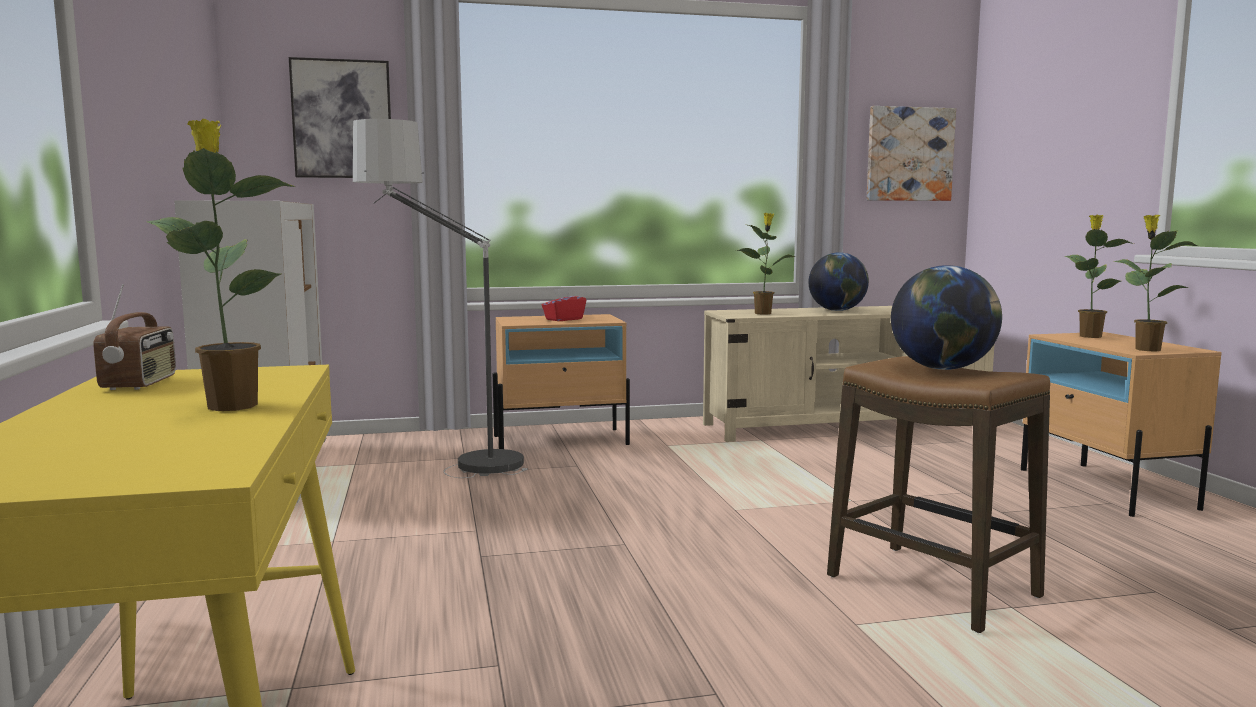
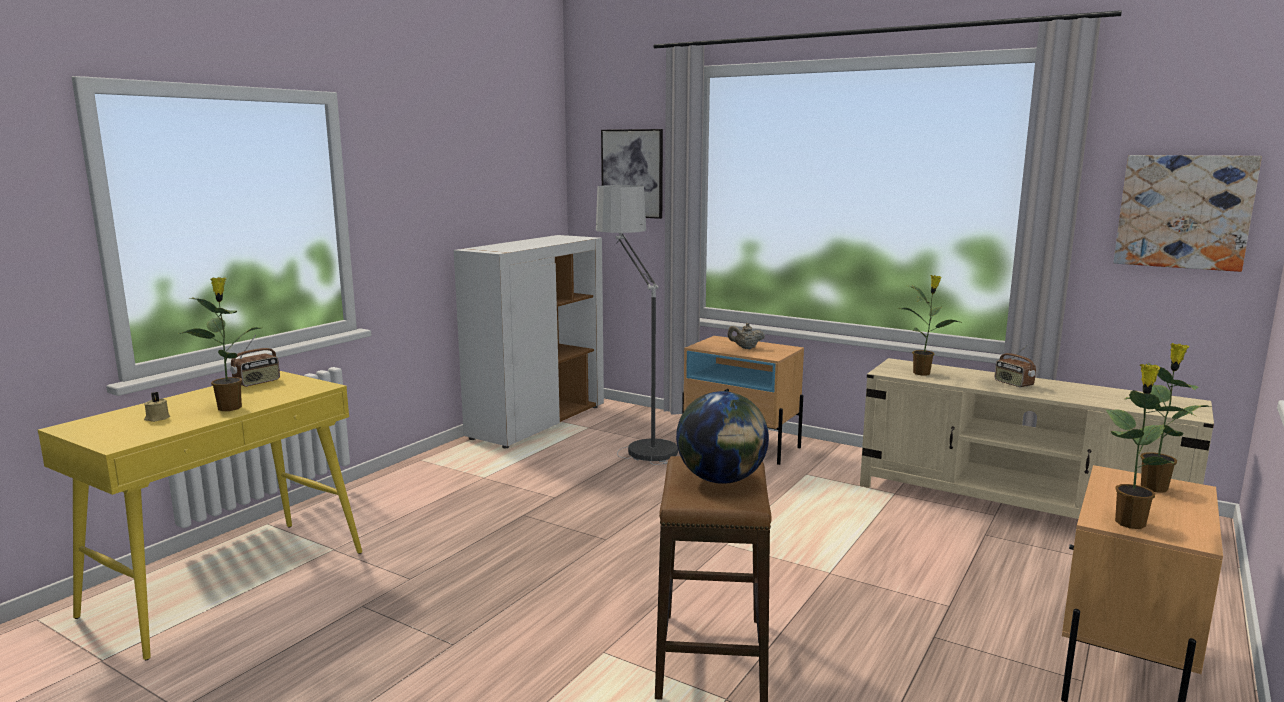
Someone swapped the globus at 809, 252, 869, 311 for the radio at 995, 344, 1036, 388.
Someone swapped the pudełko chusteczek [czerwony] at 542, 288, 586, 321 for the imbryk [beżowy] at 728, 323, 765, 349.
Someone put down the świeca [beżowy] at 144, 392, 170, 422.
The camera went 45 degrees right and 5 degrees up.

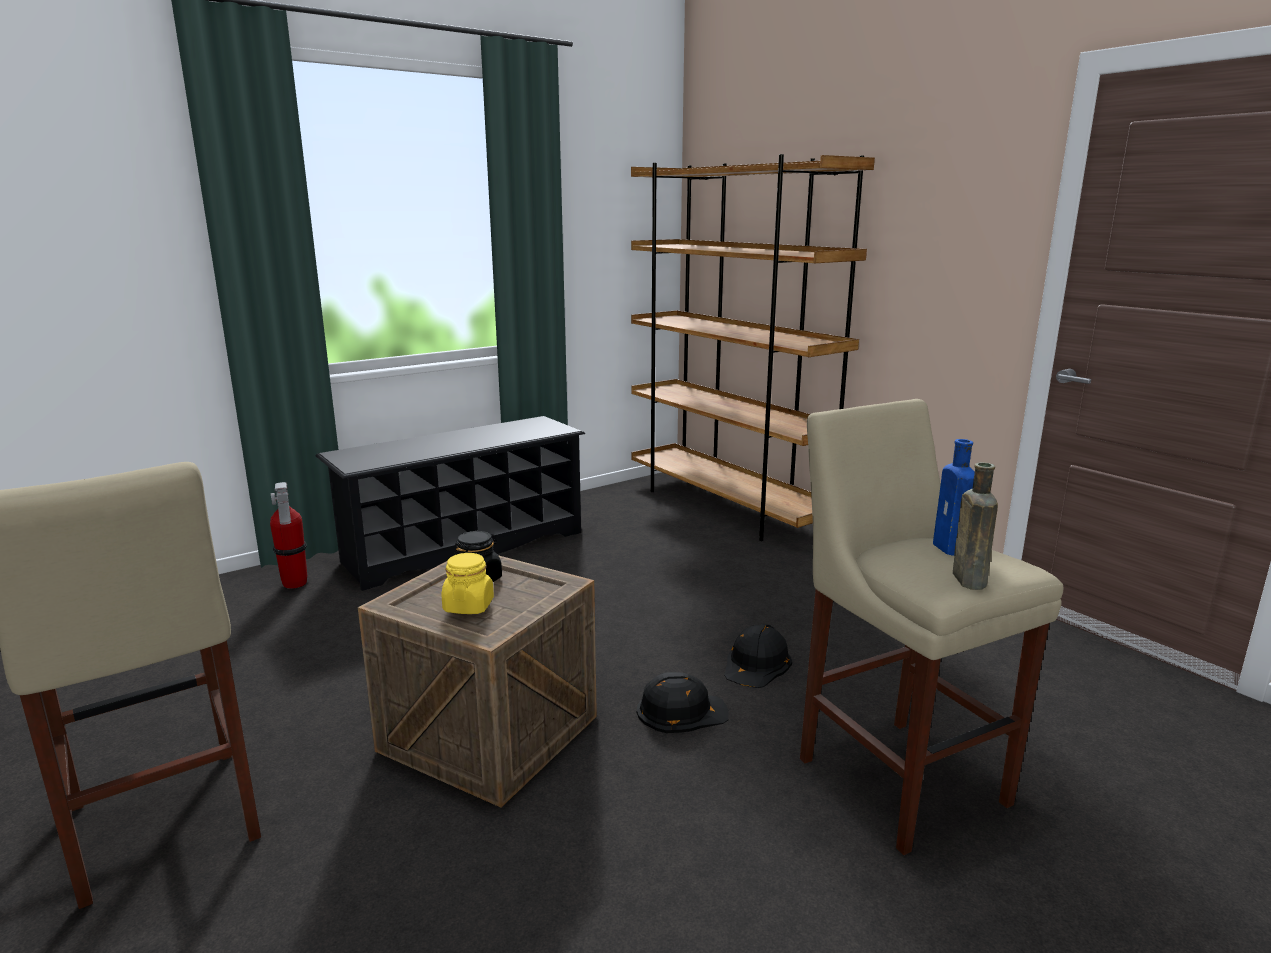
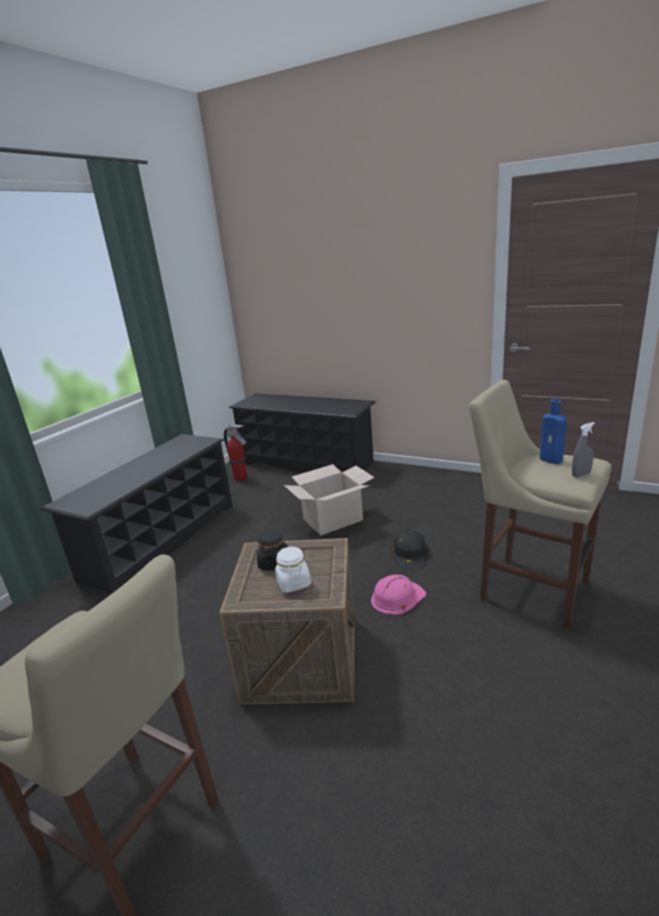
Someone swapped the regał [brązowy] at 631, 154, 875, 541 for the regał na buty [czarny] at 229, 393, 376, 472.
Someone swapped the butelka [brązowy] at 953, 462, 998, 590 for the spryskiwacz [szary] at 572, 422, 595, 477.
Someone carried the gaśnica from 270, 482, 307, 589 to 224, 424, 247, 481.
Someone repainted the słoik [żółty] at 441, 553, 494, 614, which became the słoik [biały] at 275, 547, 311, 593.
Someone repainted the kask [czarny] at 637, 672, 729, 733, which became the kask [różowy] at 371, 575, 426, 615.
Someone put down the karton at 284, 464, 375, 536.
The camera went 25 degrees left and 5 degrees up.

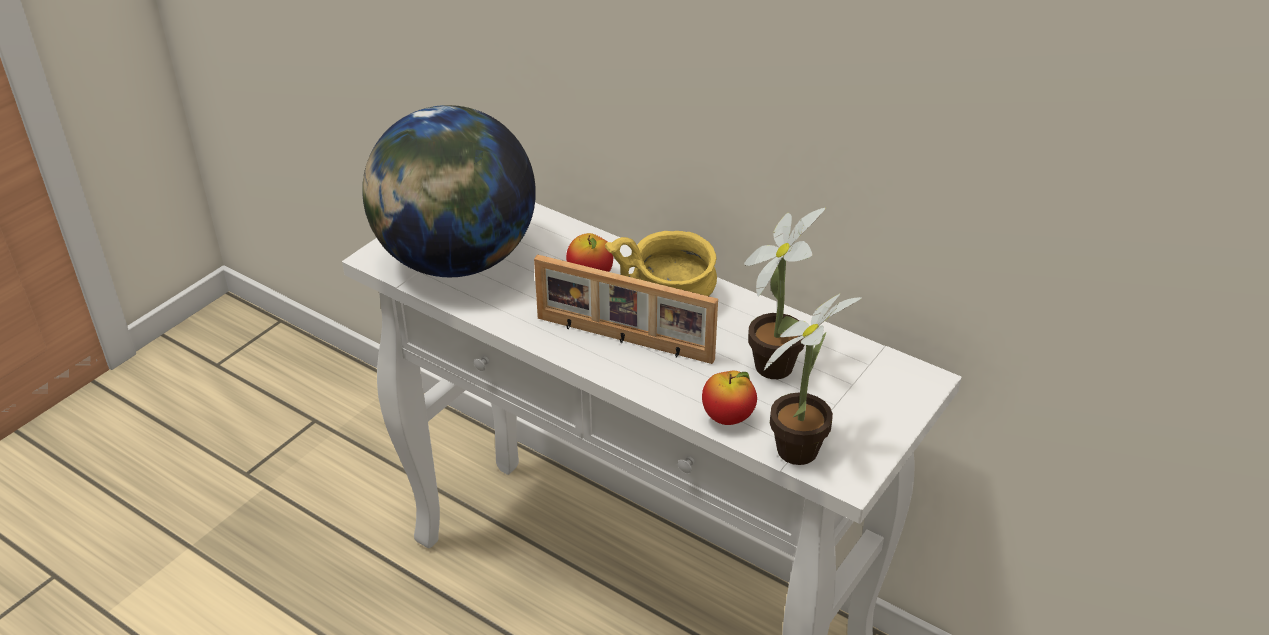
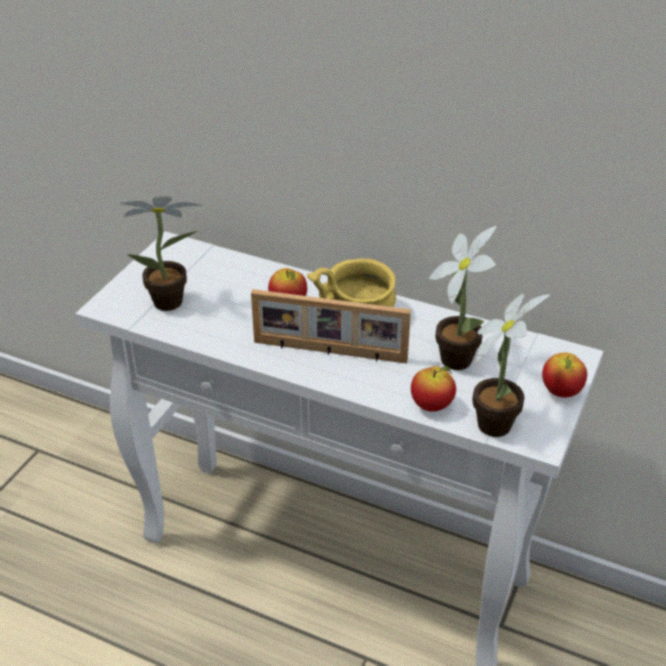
Someone swapped the globus at 362, 105, 536, 277 for the roślina doniczkowa at 119, 196, 203, 311.
Someone put down the jabłko at 542, 353, 587, 398.
The camera went 10 degrees left and 0 degrees up.

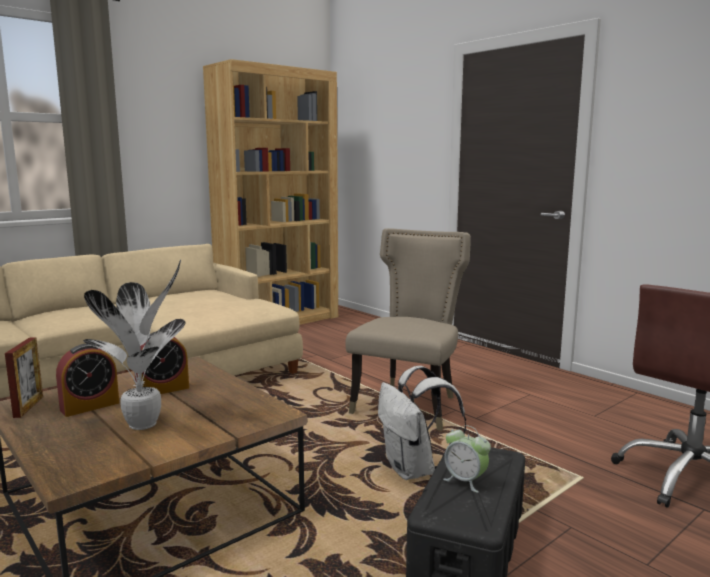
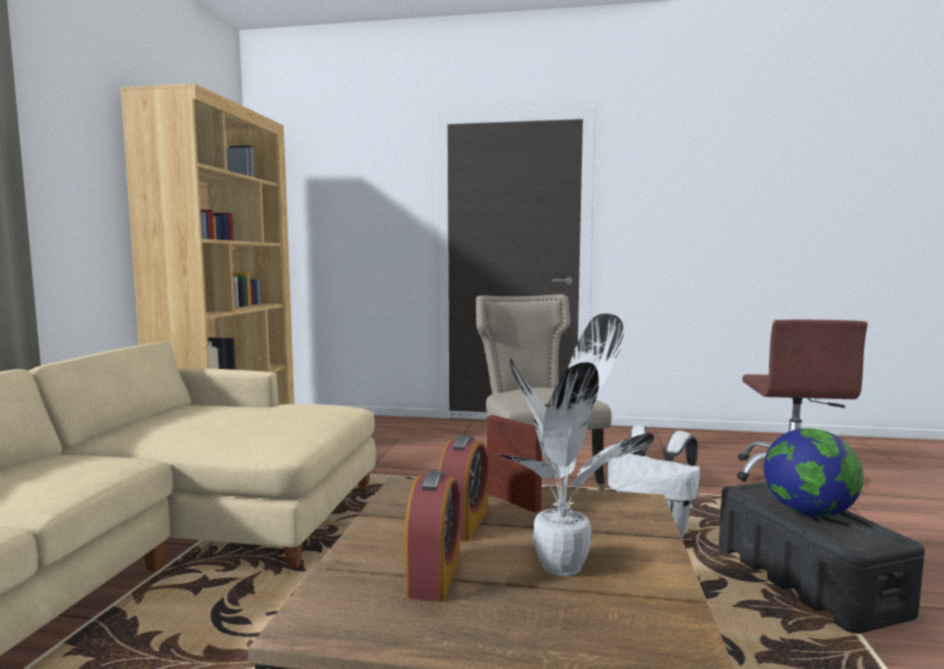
Someone carried the ramka na zdjęcie from 5, 337, 43, 418 to 487, 415, 542, 512.
Someone swapped the budzik at 443, 425, 491, 493 for the globus at 764, 428, 864, 517.
The camera went 40 degrees left and 5 degrees down.

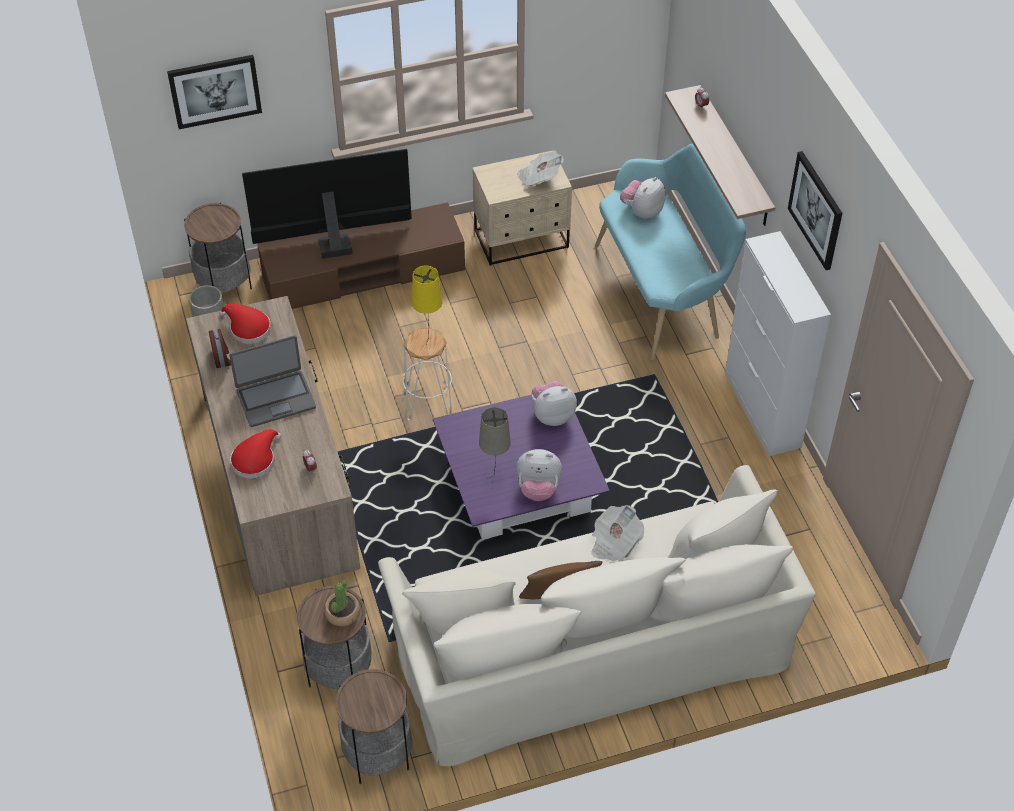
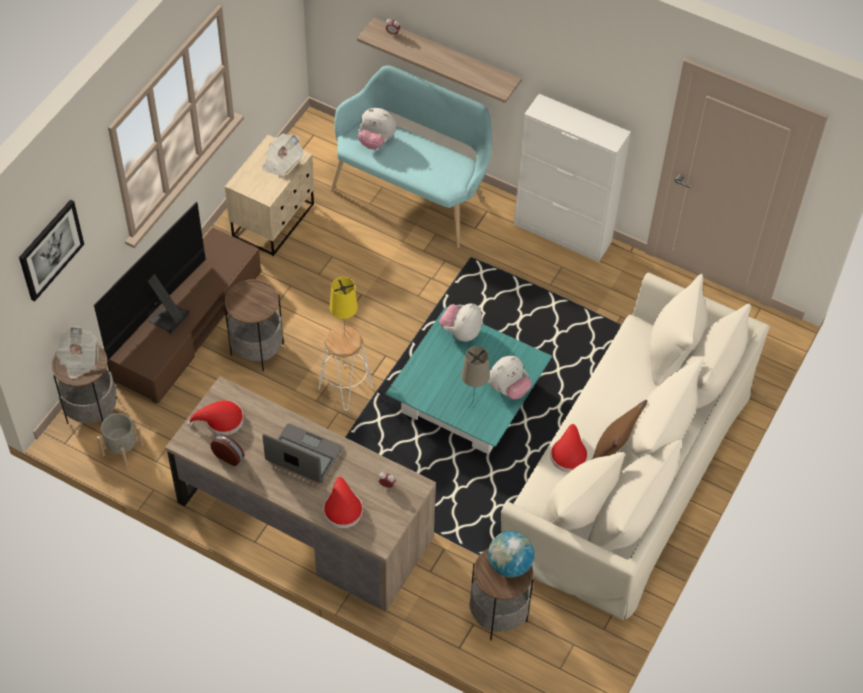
Someone took away the obraz at 788, 151, 842, 270.
Someone rotated the pluszak at 620, 177, 666, 219 by 60 degrees counterclockwise.
Someone rotated the laptop at 229, 335, 316, 427 by 90 degrees counterclockwise.
Someone repainted the ława [fioletowy] at 433, 395, 610, 540, which became the ława [turkusowy] at 385, 307, 552, 454.
Someone carried the gazeta from 591, 505, 644, 562 to 55, 326, 99, 379.
Someone swapped the roślina doniczkowa at 324, 580, 360, 626 for the globus at 488, 531, 534, 577.
Someone carried the stolik from 336, 669, 412, 784 to 224, 279, 284, 372.
Someone put down the kapelusz [czerwony] at 550, 424, 588, 472.
The camera went 45 degrees left and 5 degrees up.

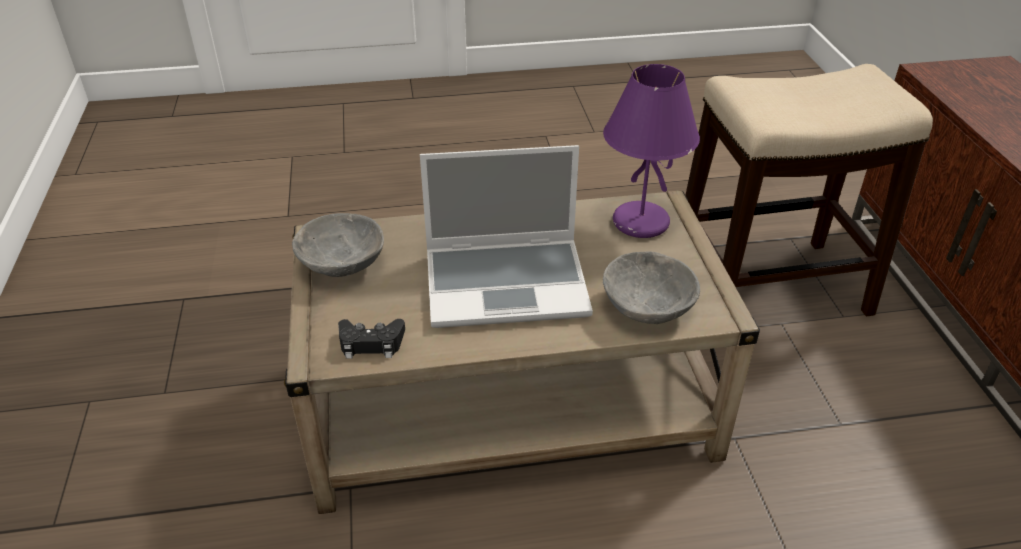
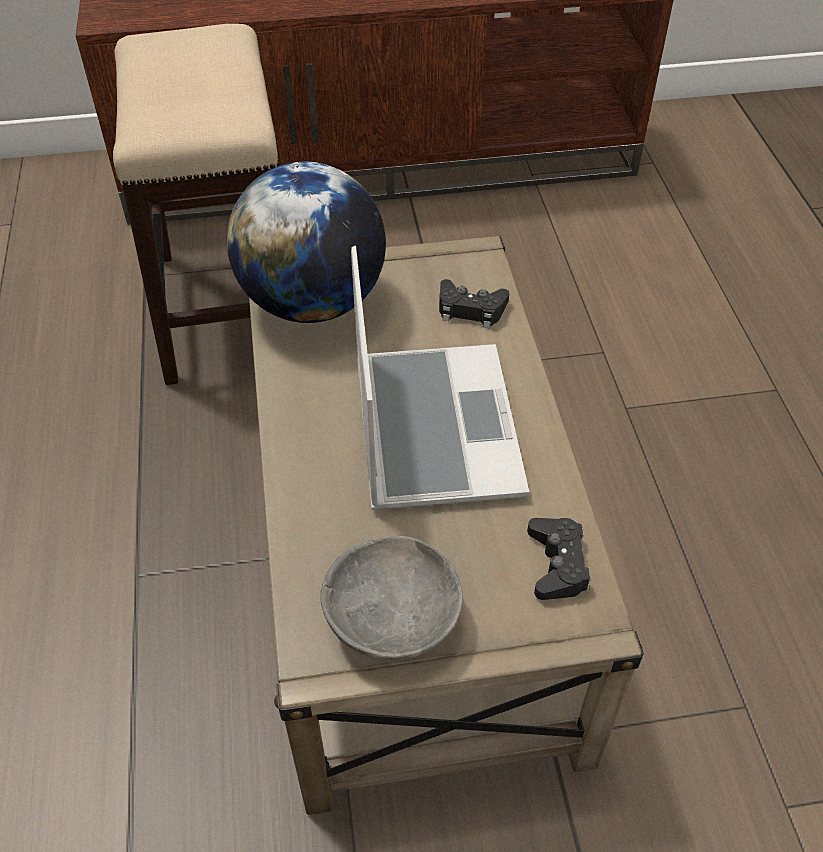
Someone swapped the lampa stołowa [fioletowy] at 603, 64, 700, 238 for the globus at 227, 161, 386, 323.
Someone swapped the miska [szary] at 603, 251, 700, 324 for the pad do gier [czarny] at 439, 279, 509, 328.
The camera went 90 degrees left and 10 degrees up.

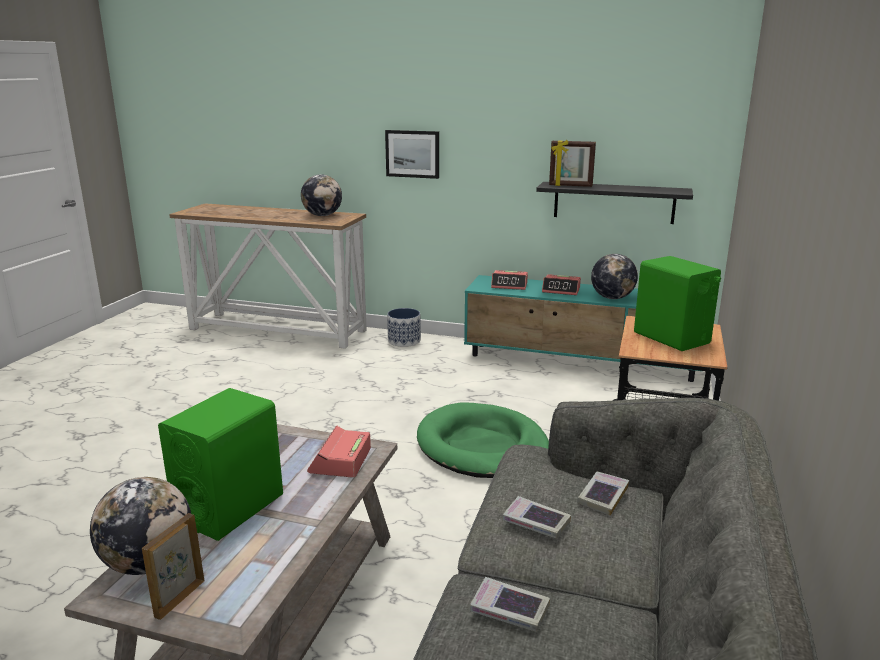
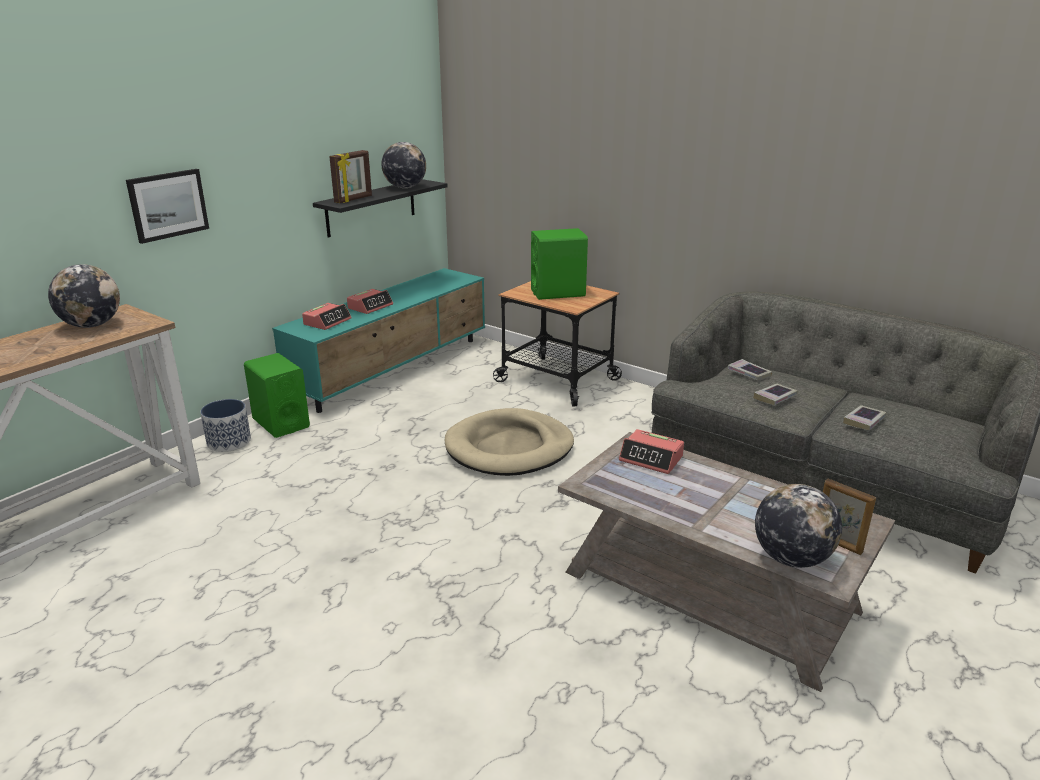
Someone carried the globus from 591, 254, 638, 299 to 382, 142, 426, 188.
Someone carried the głośnik [zielony] from 158, 388, 283, 541 to 244, 353, 310, 438.
Someone repainted the legowisko [zielony] at 417, 402, 549, 478, which became the legowisko [beżowy] at 445, 408, 574, 476.
The camera went 70 degrees left and 5 degrees up.

